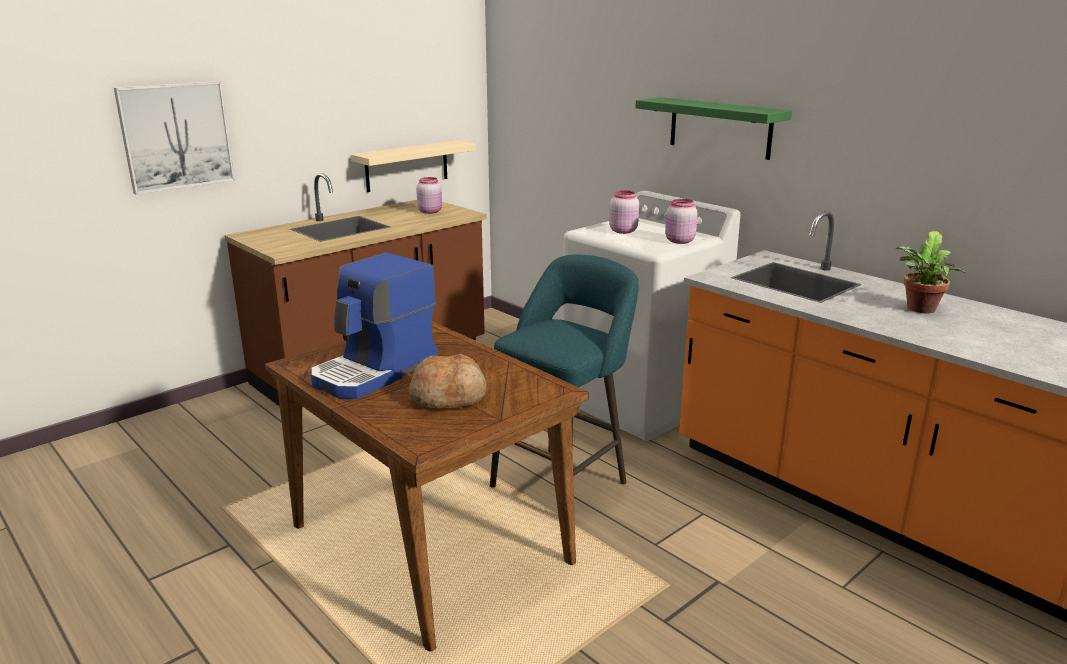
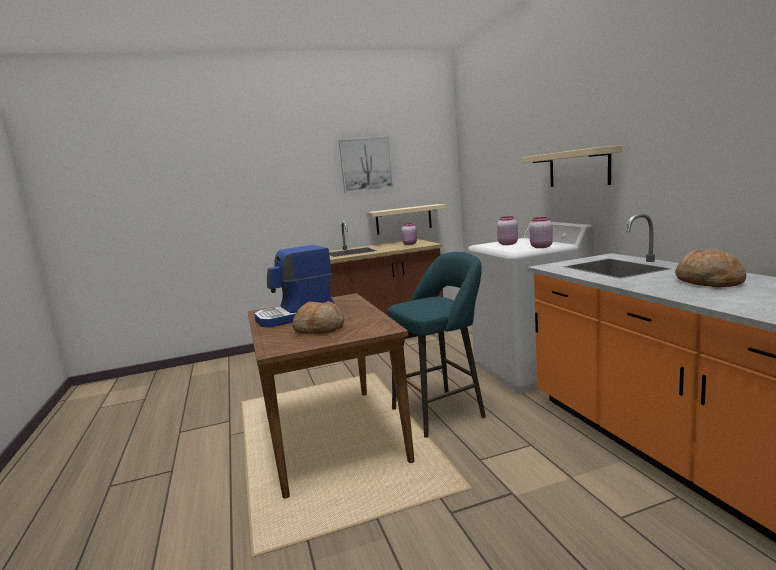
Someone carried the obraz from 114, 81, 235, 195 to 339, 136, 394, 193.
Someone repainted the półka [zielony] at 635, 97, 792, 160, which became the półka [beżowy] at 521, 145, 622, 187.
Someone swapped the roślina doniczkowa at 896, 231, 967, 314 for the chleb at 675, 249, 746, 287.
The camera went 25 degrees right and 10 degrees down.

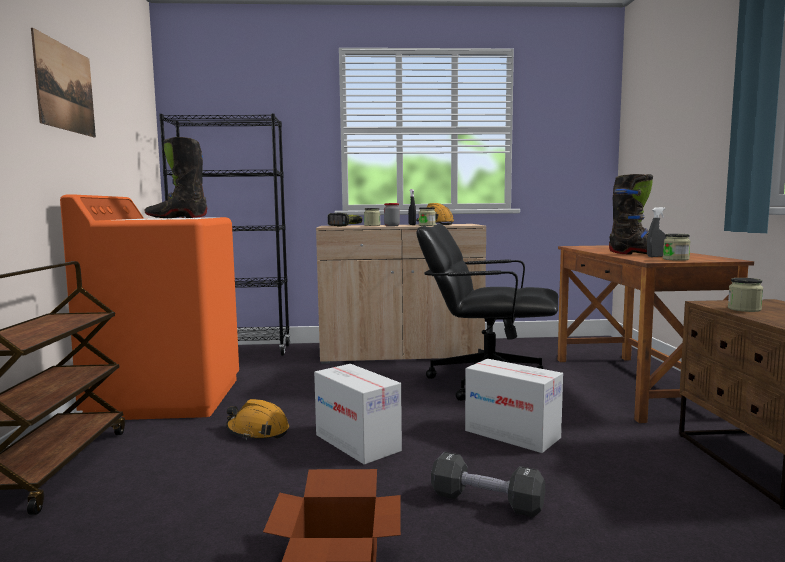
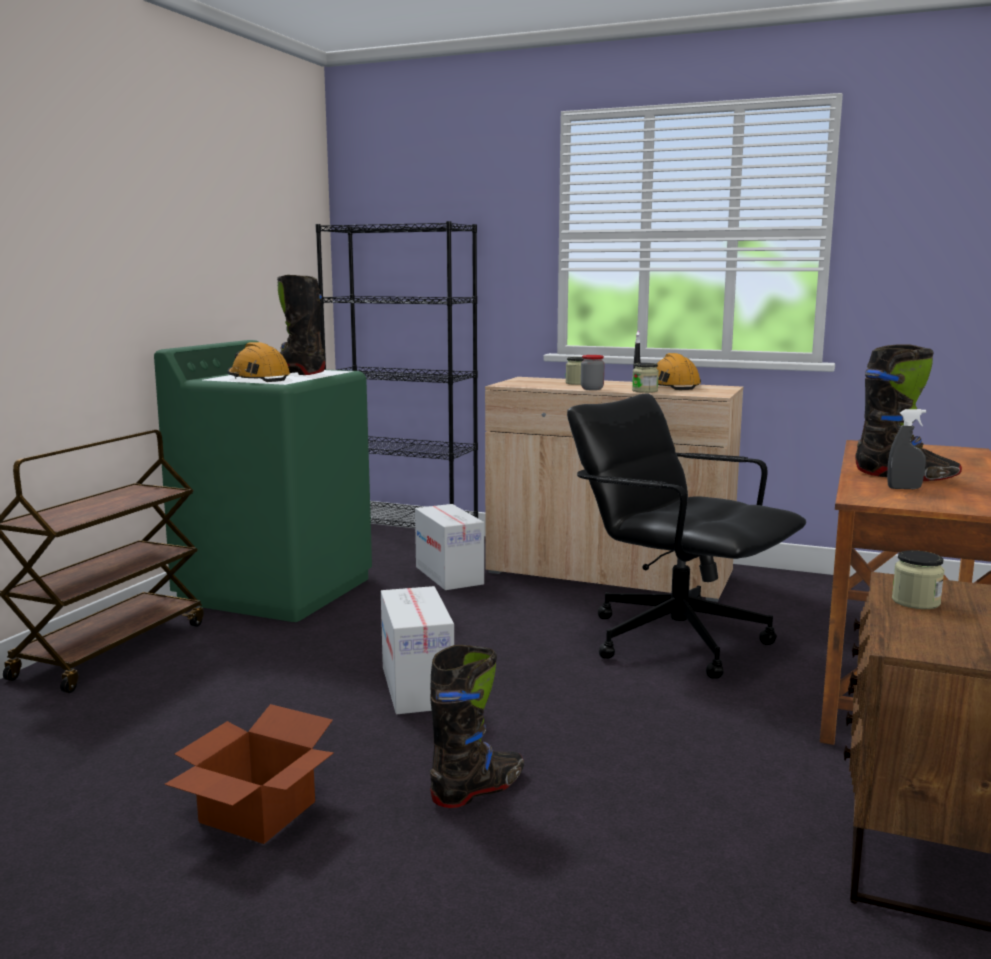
Someone took away the obraz at 31, 28, 96, 137.
Someone repainted the pralka [pomarańczowy] at 60, 195, 239, 420, which became the pralka [zielony] at 154, 340, 372, 622.
Someone took away the wiertarka at 328, 213, 362, 227.
Someone took away the słoik at 663, 234, 690, 261.
Someone carried the karton from 465, 359, 563, 453 to 415, 504, 484, 590.
Someone carried the kask [pomarańczowy] from 226, 399, 289, 440 to 227, 342, 290, 382.
Someone swapped the hantel [czarny] at 431, 452, 545, 517 for the but z cholewką [czarny] at 430, 645, 524, 808.
The camera went 25 degrees right and 5 degrees up.

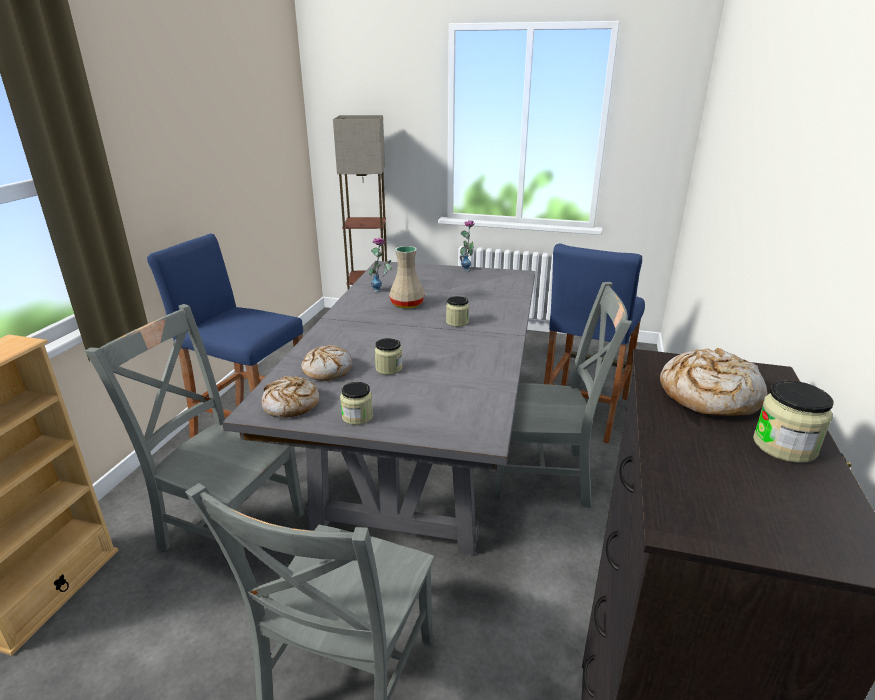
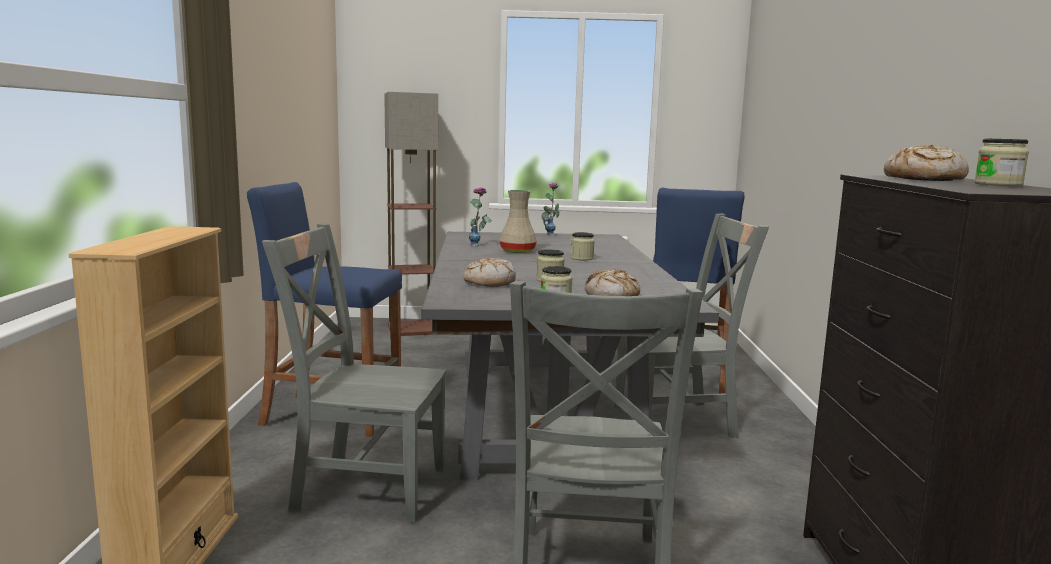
Someone carried the chleb from 261, 376, 319, 418 to 585, 269, 640, 296.
The camera went 15 degrees left and 15 degrees down.

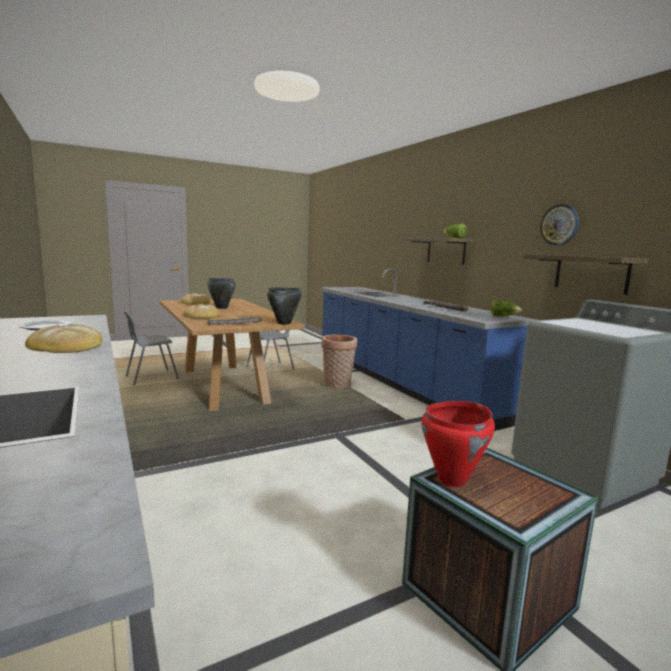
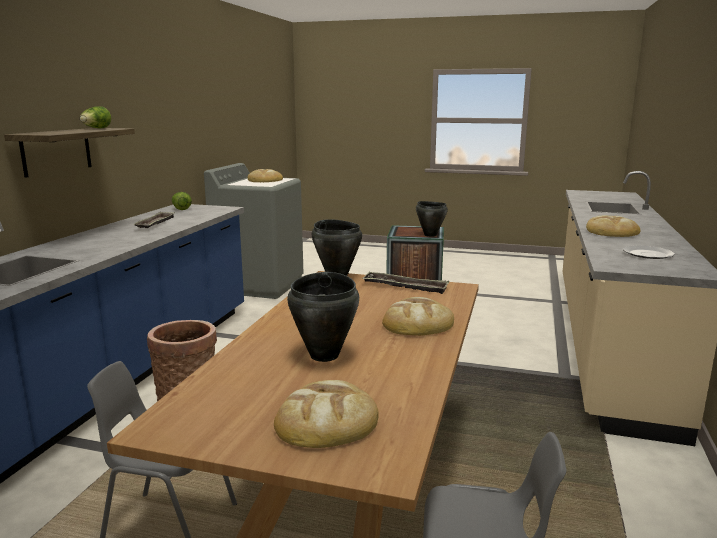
Someone took away the zegar ścienny at 540, 204, 579, 245.
Someone took away the półka at 523, 254, 648, 295.
Someone repainted the garnek [czerwony] at 421, 401, 495, 487, which became the garnek [czarny] at 416, 201, 448, 237.
Someone put down the chleb at 248, 169, 283, 182.
The camera went 135 degrees left and 5 degrees up.

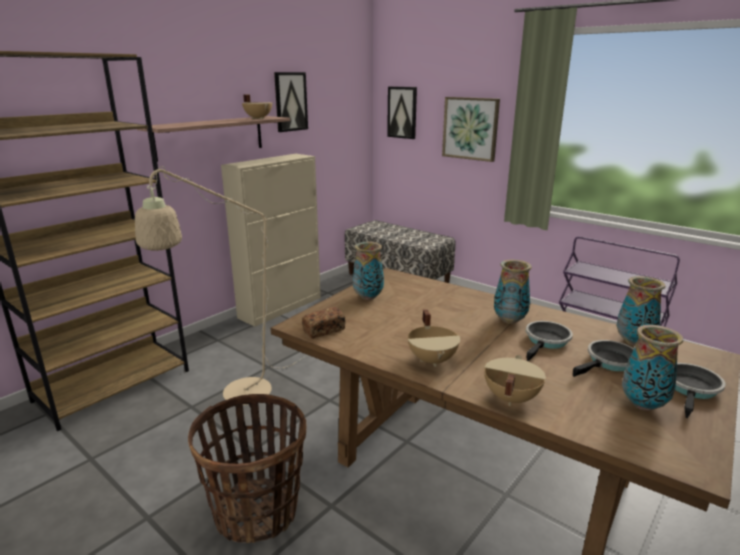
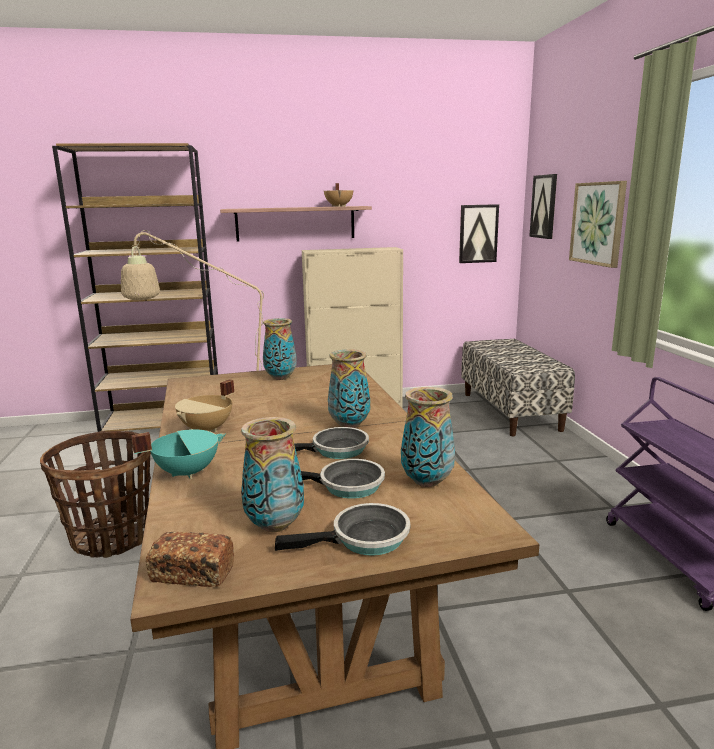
Someone carried the obraz from 274, 72, 308, 132 to 459, 204, 499, 263.
Someone carried the chleb from 302, 307, 345, 339 to 146, 532, 234, 587.
Someone repainted the garnek [beżowy] at 484, 355, 546, 406, which became the garnek [turkusowy] at 131, 429, 226, 479.
The camera went 40 degrees right and 5 degrees down.

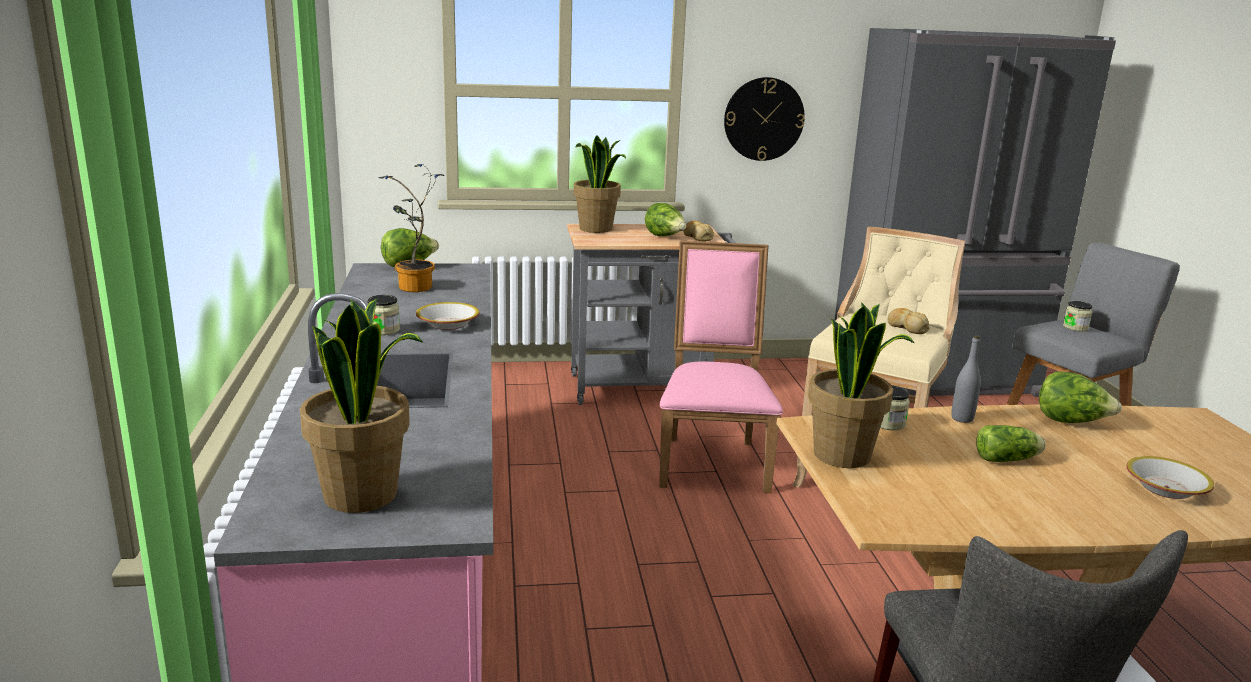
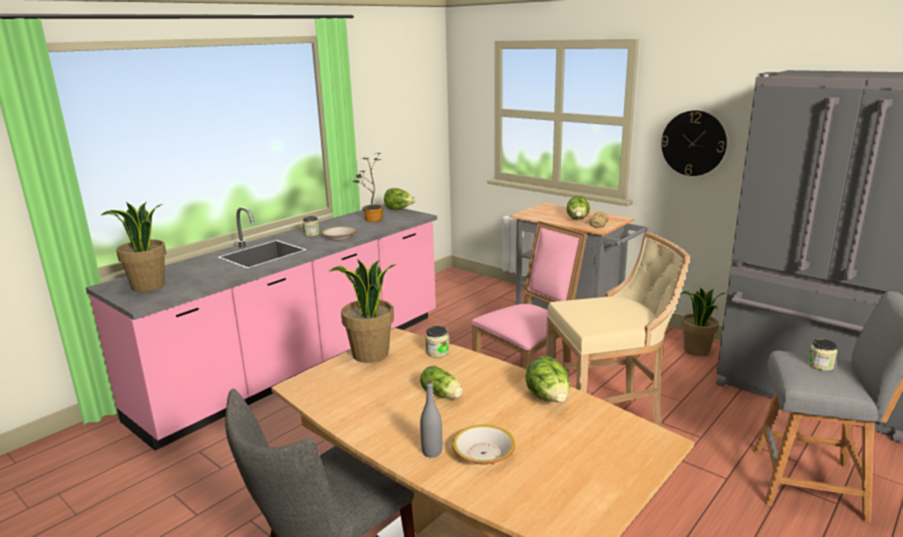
Someone carried the roślina doniczkowa from 574, 135, 626, 233 to 680, 288, 725, 356.
Someone took away the chleb at 888, 308, 930, 334.
Someone carried the butelka [szary] from 951, 335, 981, 423 to 420, 380, 442, 457.
The camera went 50 degrees right and 0 degrees up.

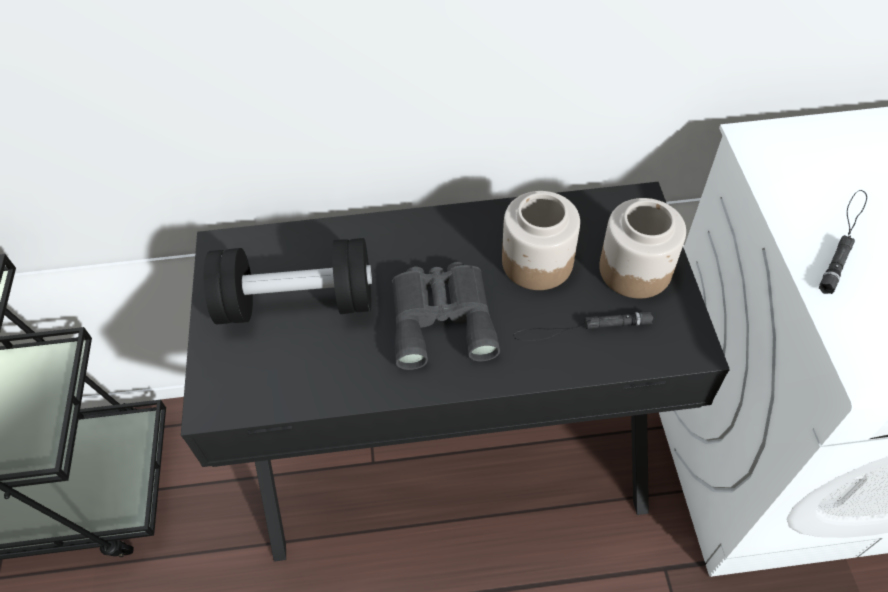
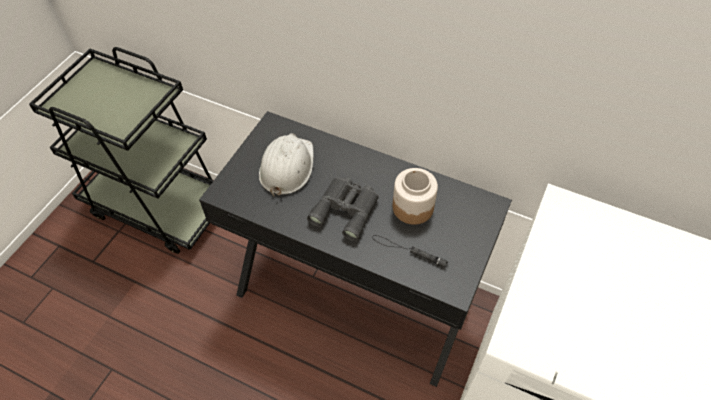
Someone took away the latarka [czarny] at 819, 190, 867, 294.
Someone took away the słoik at 599, 198, 686, 299.
Someone swapped the hantel [czarny] at 203, 238, 372, 324 for the kask [biały] at 259, 133, 314, 197.
The camera went 30 degrees right and 0 degrees up.

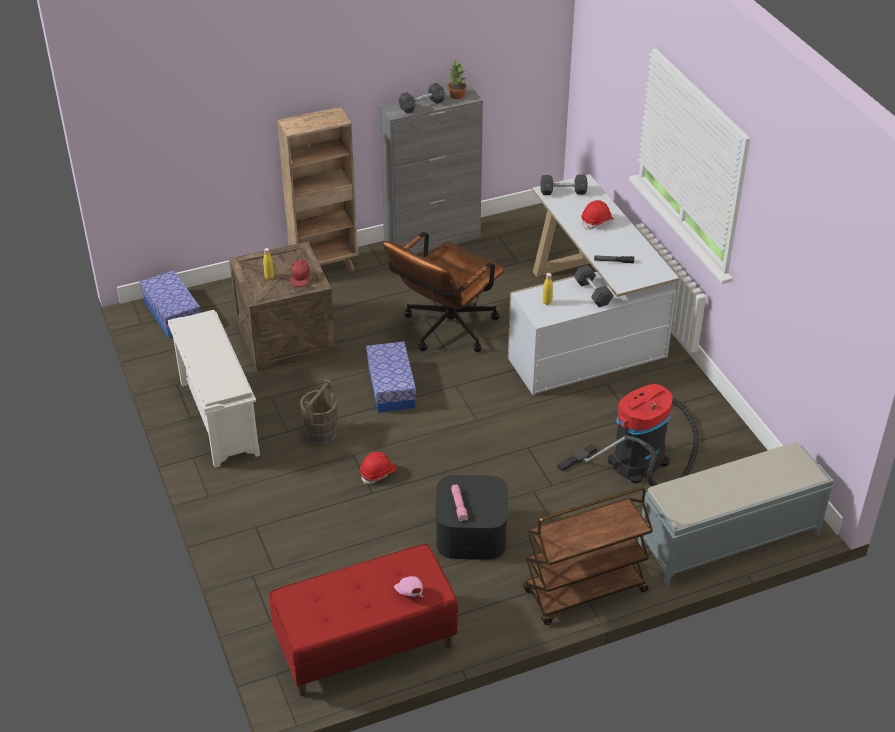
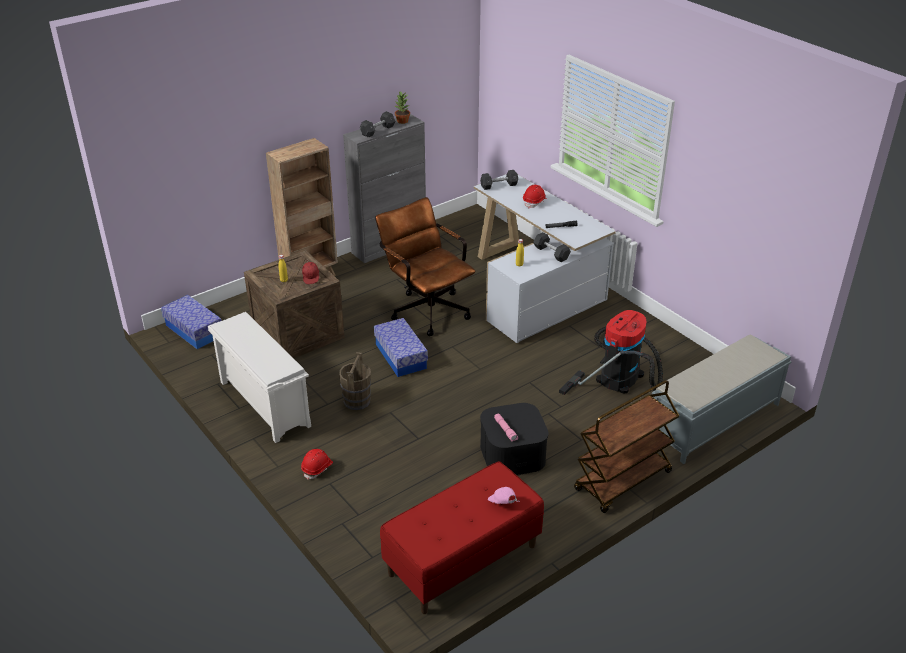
Someone rotated the krzesło biurowe [brązowy] at 383, 232, 505, 352 by 120 degrees clockwise.
Someone carried the kask [czerwony] from 360, 452, 396, 484 to 301, 449, 333, 480.
The camera went 15 degrees left and 5 degrees down.

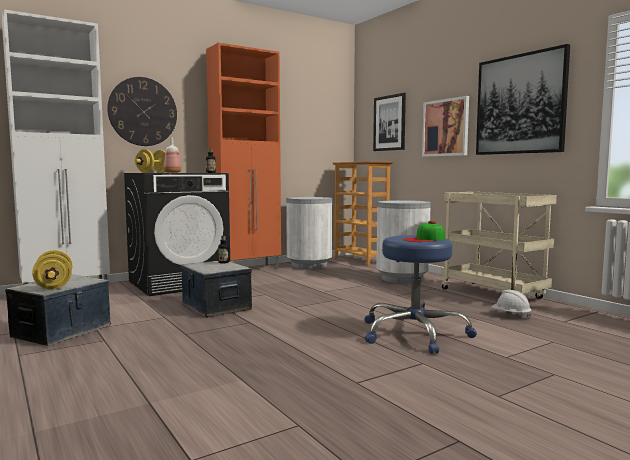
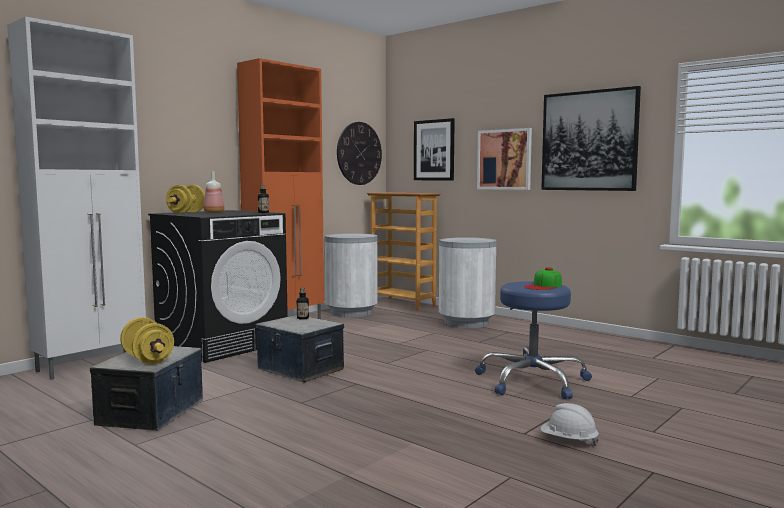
Someone carried the zegar ścienny from 107, 77, 177, 146 to 337, 122, 382, 185.
Someone took away the wózek [beżowy] at 441, 192, 557, 299.
Someone carried the kask [biały] from 491, 290, 532, 319 to 541, 403, 599, 445.
The camera went 15 degrees left and 0 degrees up.

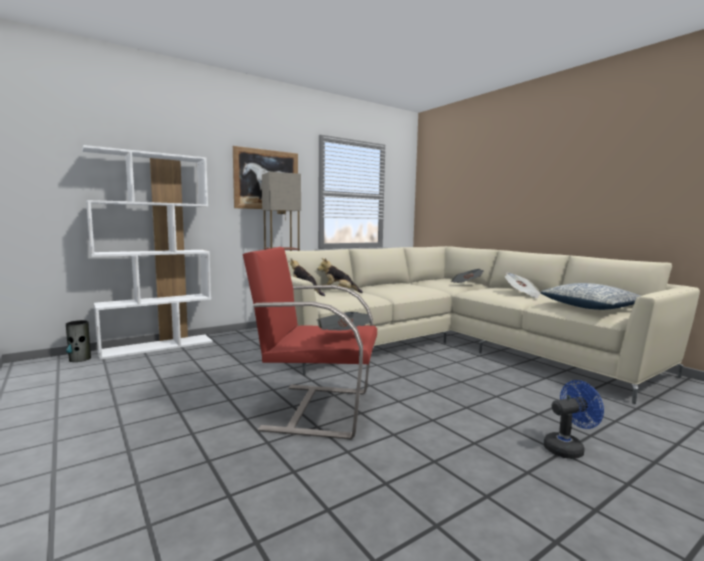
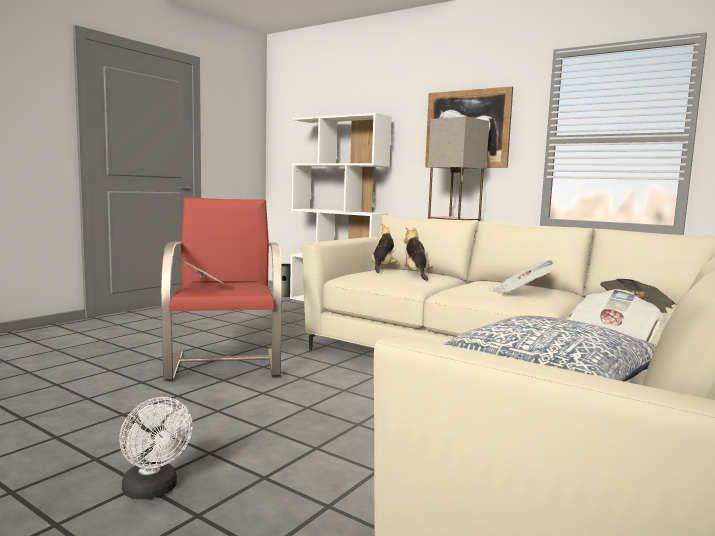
Someone repainted the wentylator [niebieski] at 543, 380, 604, 459, which became the wentylator [biały] at 119, 397, 193, 499.
Someone put down the gazeta at 489, 260, 556, 293.
The camera went 70 degrees right and 0 degrees up.

